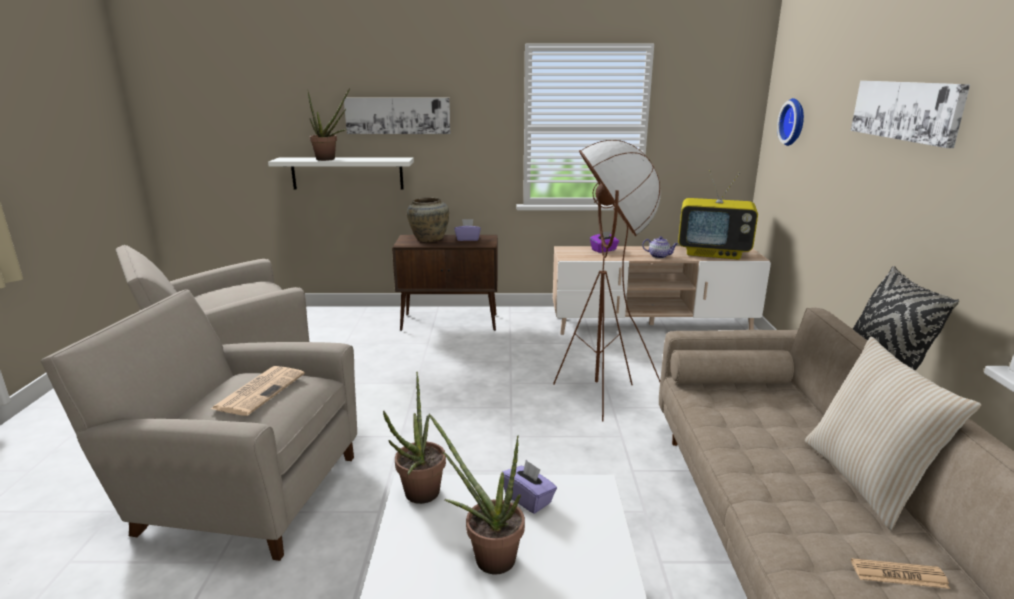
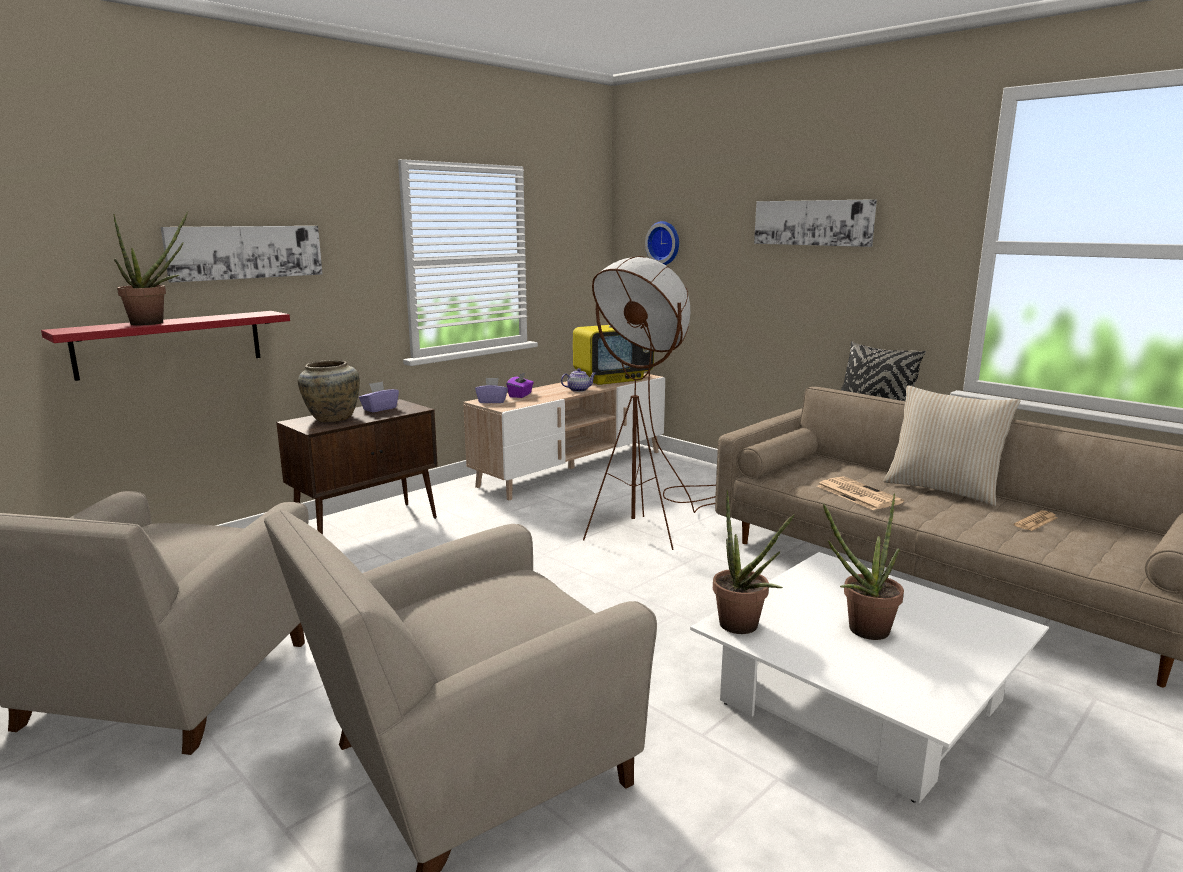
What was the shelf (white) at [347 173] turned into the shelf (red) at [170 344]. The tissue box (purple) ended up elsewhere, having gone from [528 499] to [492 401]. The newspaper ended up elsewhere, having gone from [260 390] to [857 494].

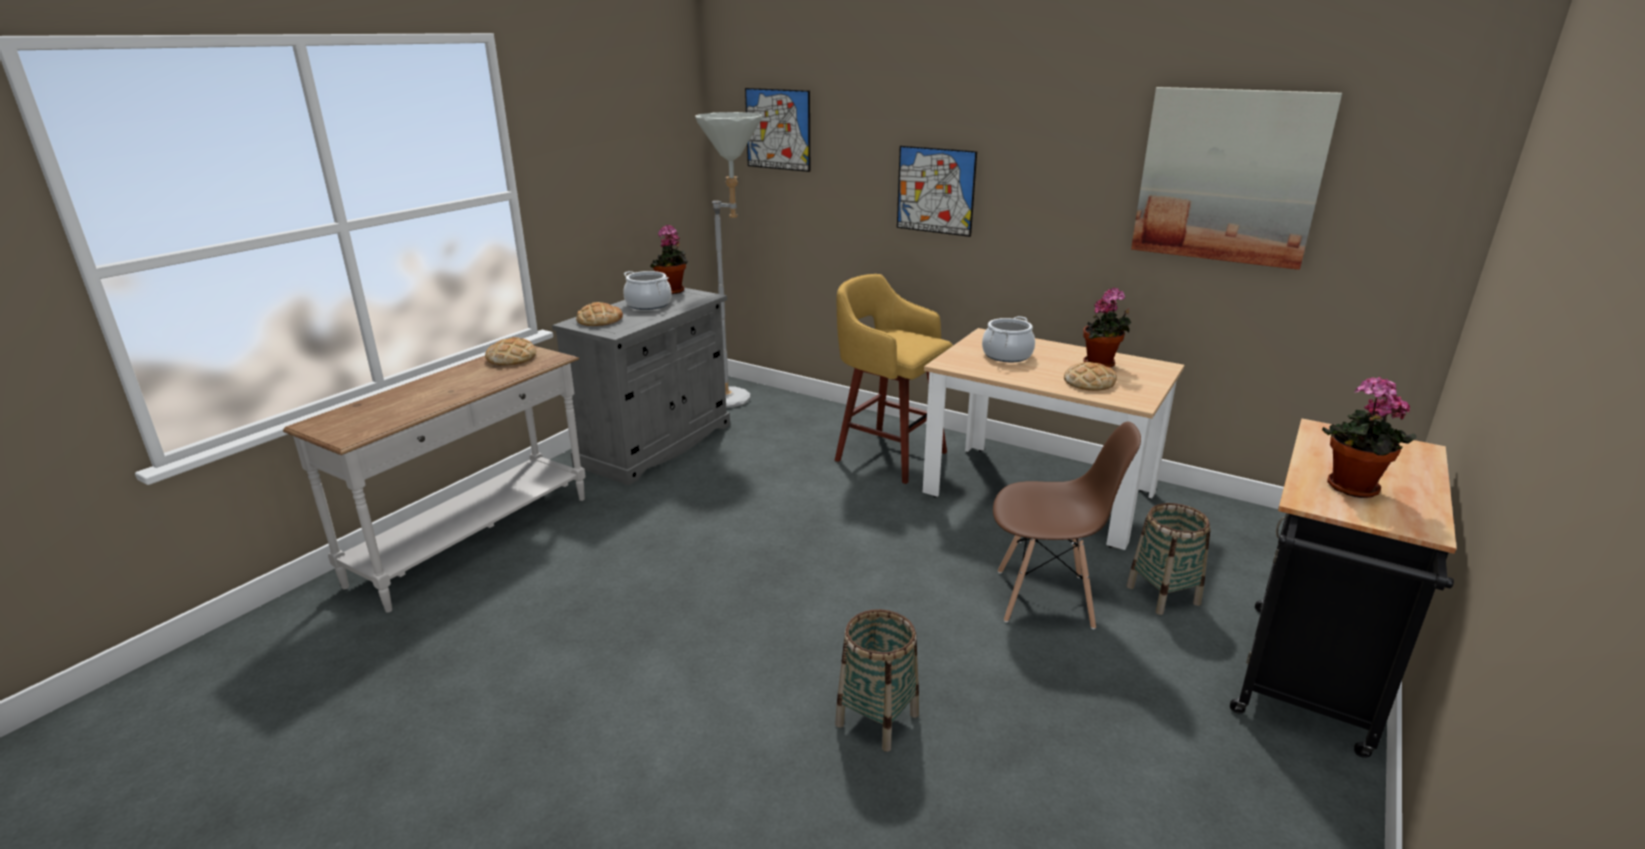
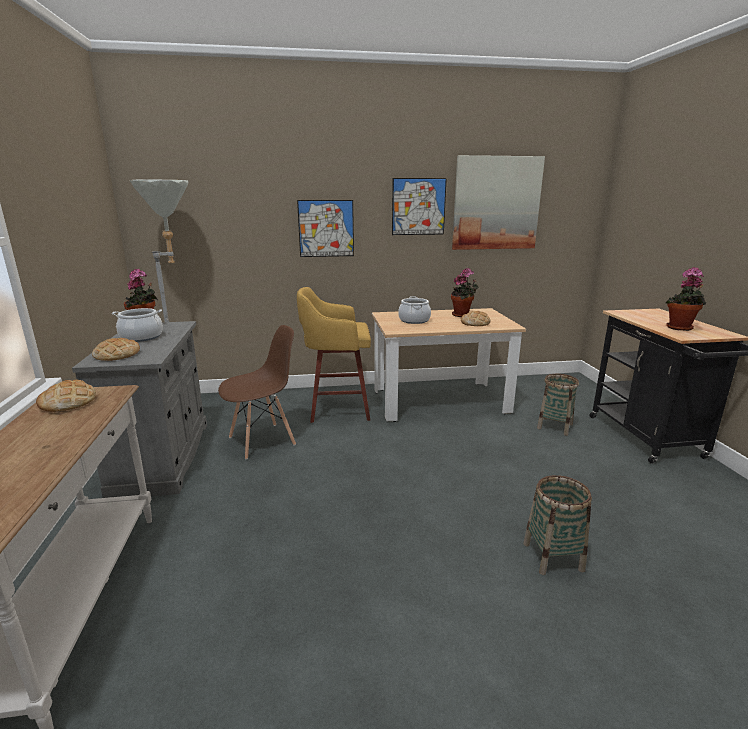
The chair (brown) ended up elsewhere, having gone from [1045 599] to [262 441]. The picture ended up elsewhere, having gone from [778 129] to [418 206].

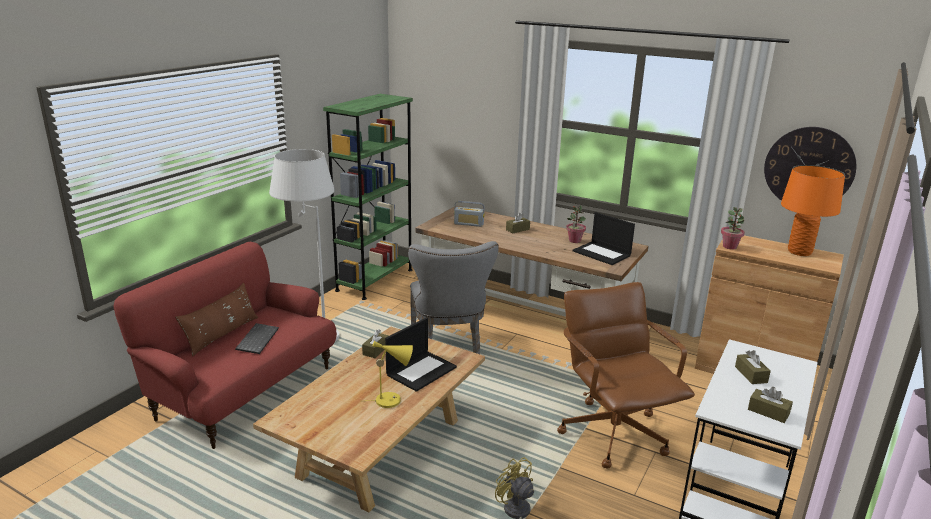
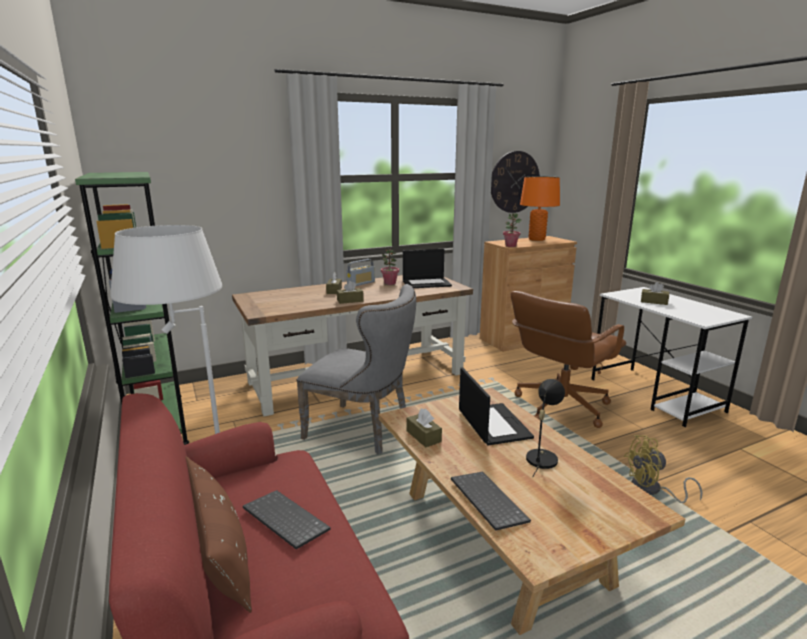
The tissue box (brown) ended up elsewhere, having gone from [768 412] to [350 301]. The radio ended up elsewhere, having gone from [469 224] to [361 283]. The second view gained the keyboard at [486 501]. The office chair (brown) at [613 433] ended up facing another way, 60 degrees counterclockwise from before. What was the table lamp (yellow) at [392 400] turned into the table lamp (black) at [541 457].

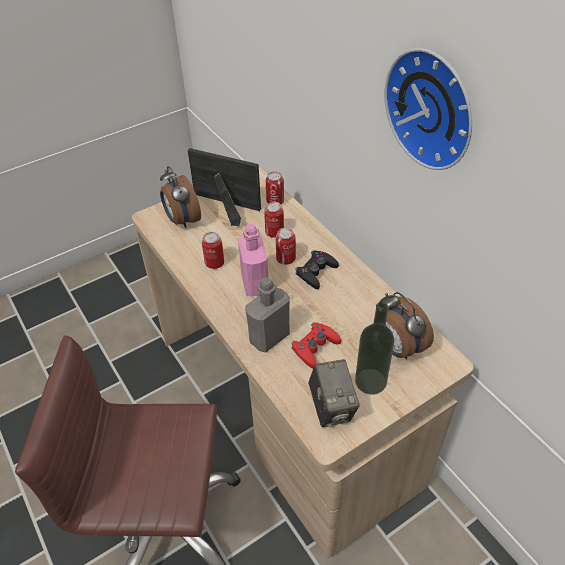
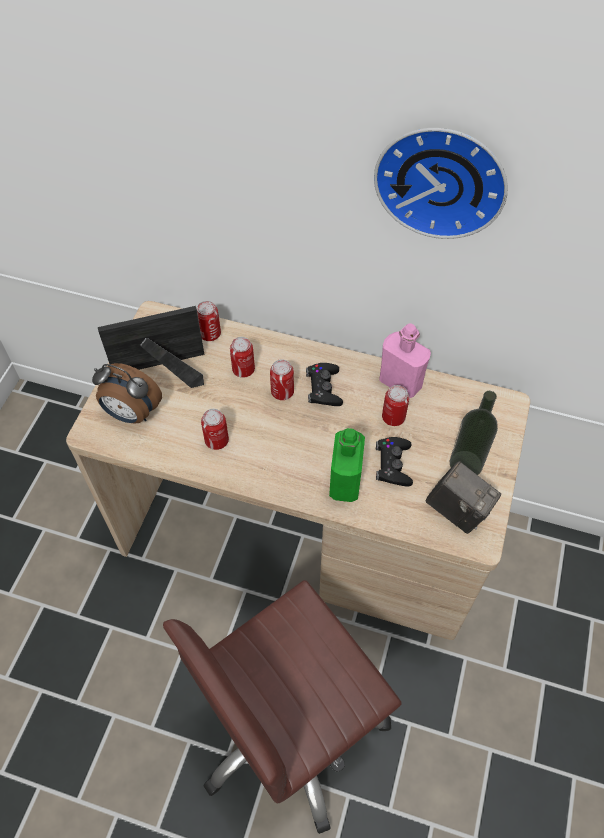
What was the bottle (grey) at [269 337] turned into the bottle (green) at [345 482]. What was the game controller (red) at [315 347] turned into the game controller (black) at [393 464]. The bottle (pink) ended up elsewhere, having gone from [255 284] to [400 383]. The second view gained the can at [393 417]. The second view lost the alarm clock at [396 348].

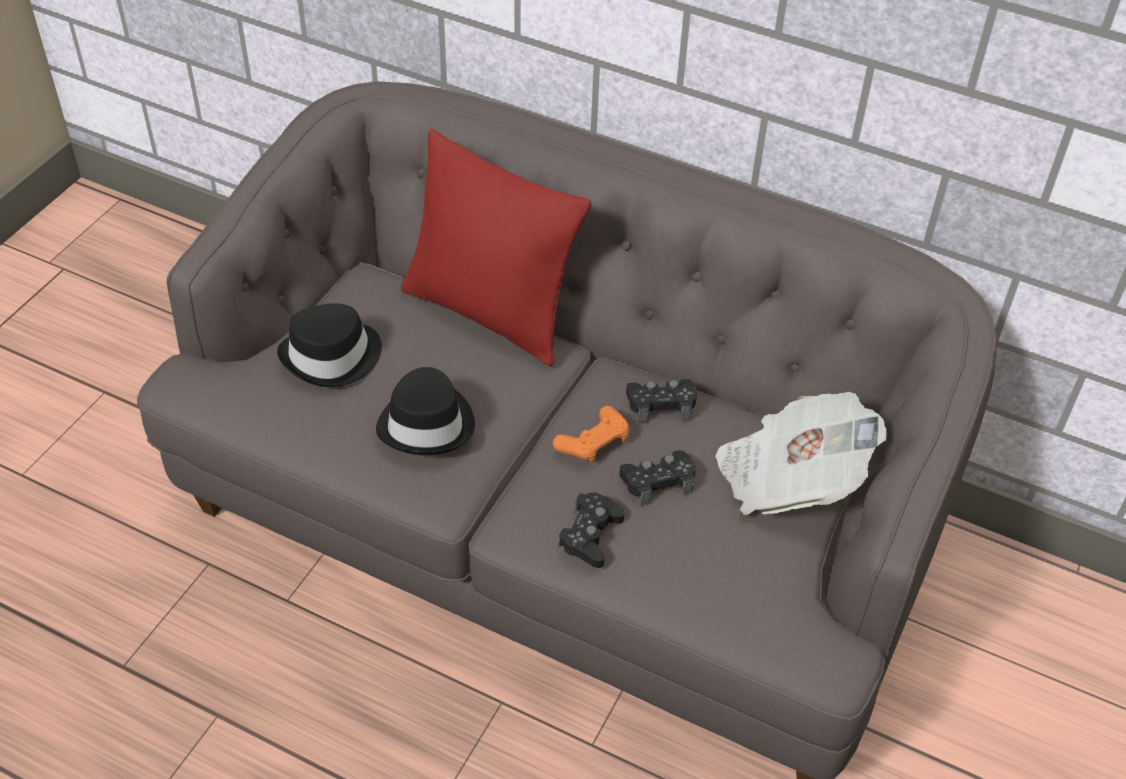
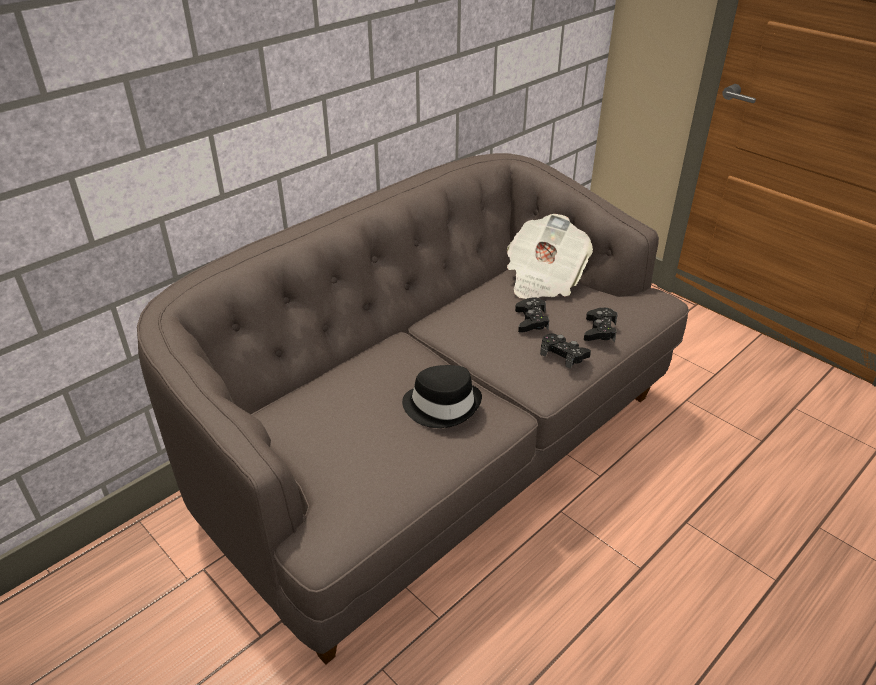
The game controller (black) ended up elsewhere, having gone from [661 404] to [599 330]. The second view lost the hat (black) at [332 357]. The second view lost the pillow (red) at [490 313]. The second view lost the game controller (orange) at [594 443].

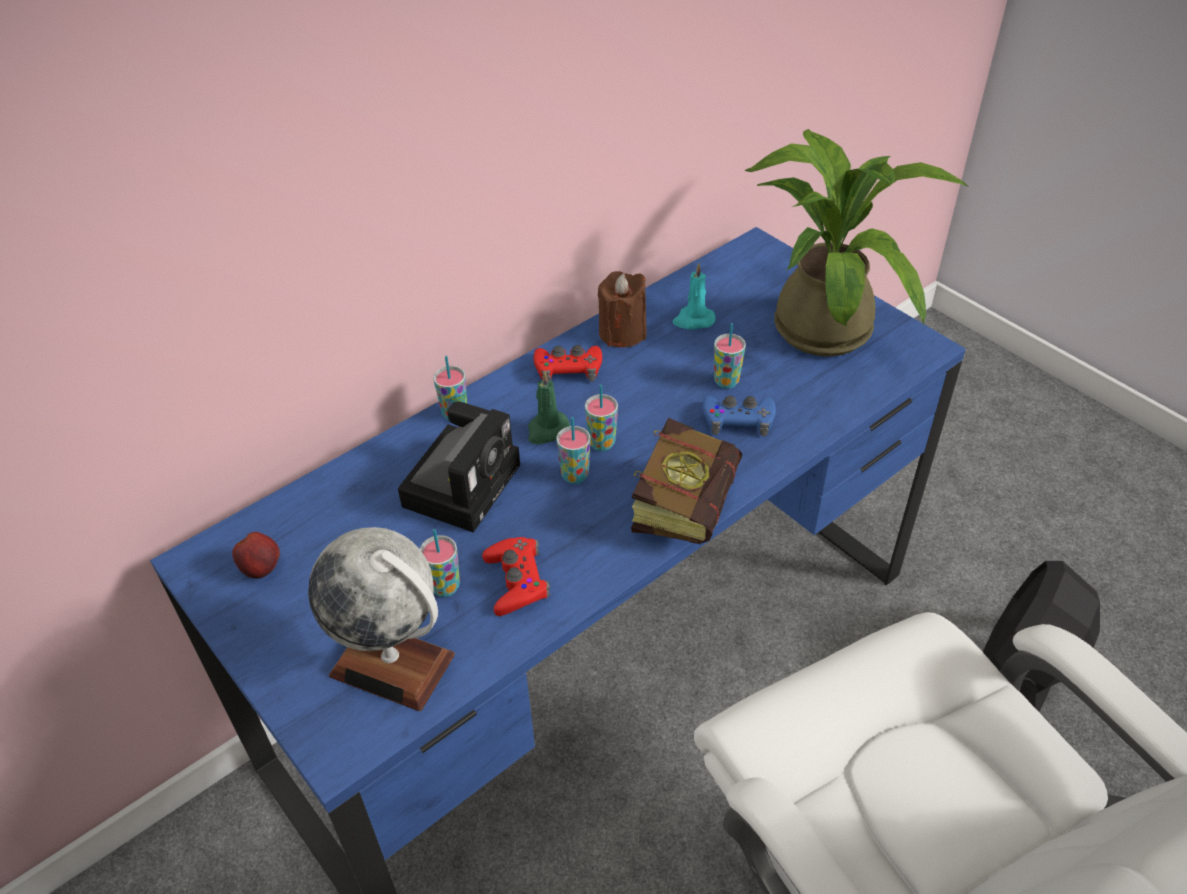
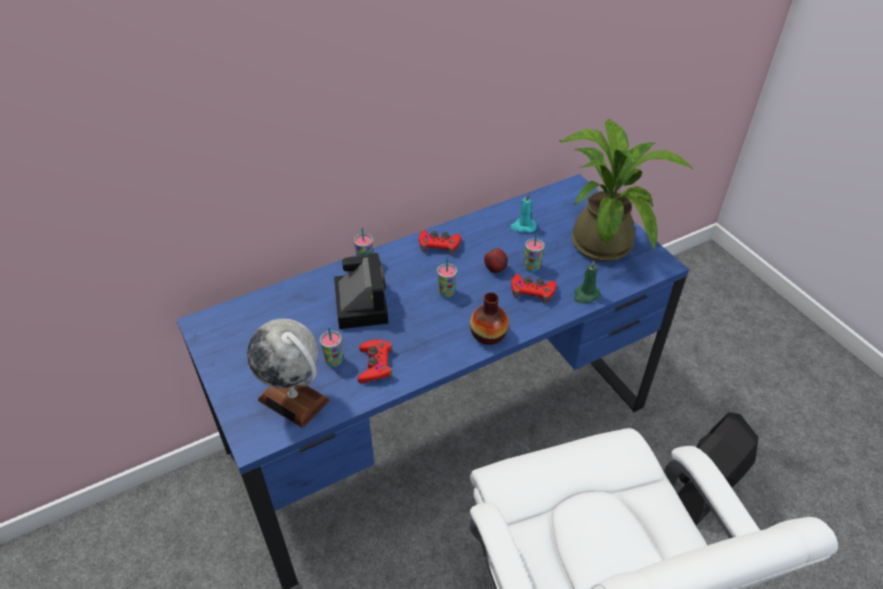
The photo camera at [463 481] ended up facing another way, 45 degrees counterclockwise from before. Where the book stood at [688 500], the vase came to stand at [488 334]. The apple ended up elsewhere, having gone from [262 569] to [496 269]. What was the game controller (blue) at [738 420] turned into the game controller (red) at [532 291]. The candle (green) ended up elsewhere, having gone from [547 430] to [586 295]. The second view lost the cup at [575 476]. The second view lost the candle (brown) at [622 333].

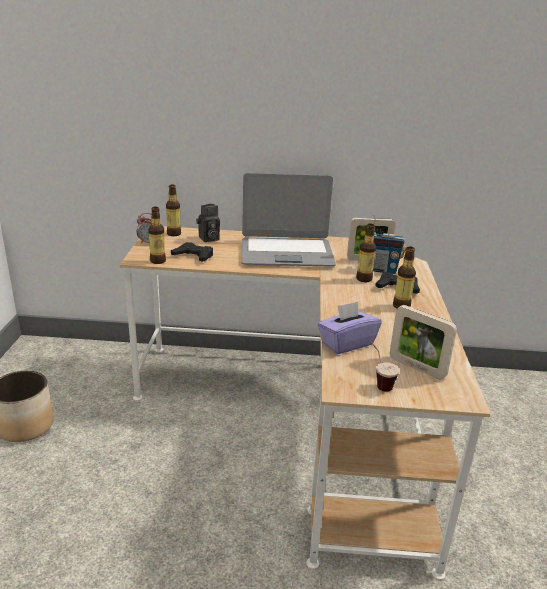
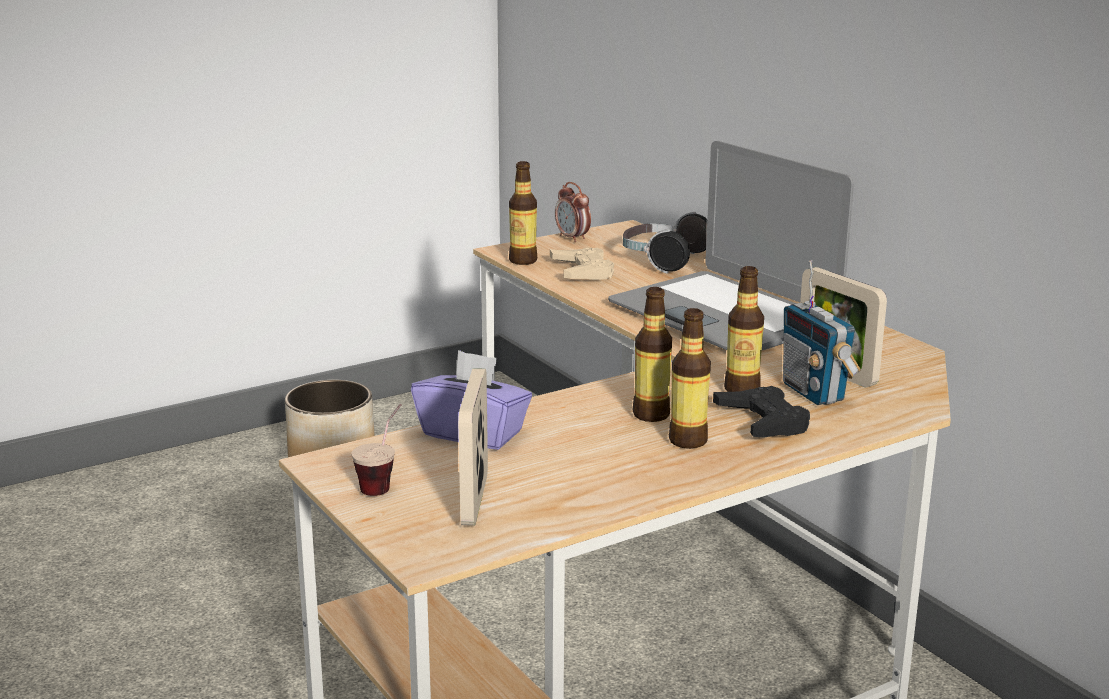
What was the game controller (black) at [193 256] turned into the game controller (beige) at [582 271]. Where the photo camera stood at [208 239], the headphones came to stand at [663 260]. The bottle ended up elsewhere, having gone from [174 234] to [651 415].

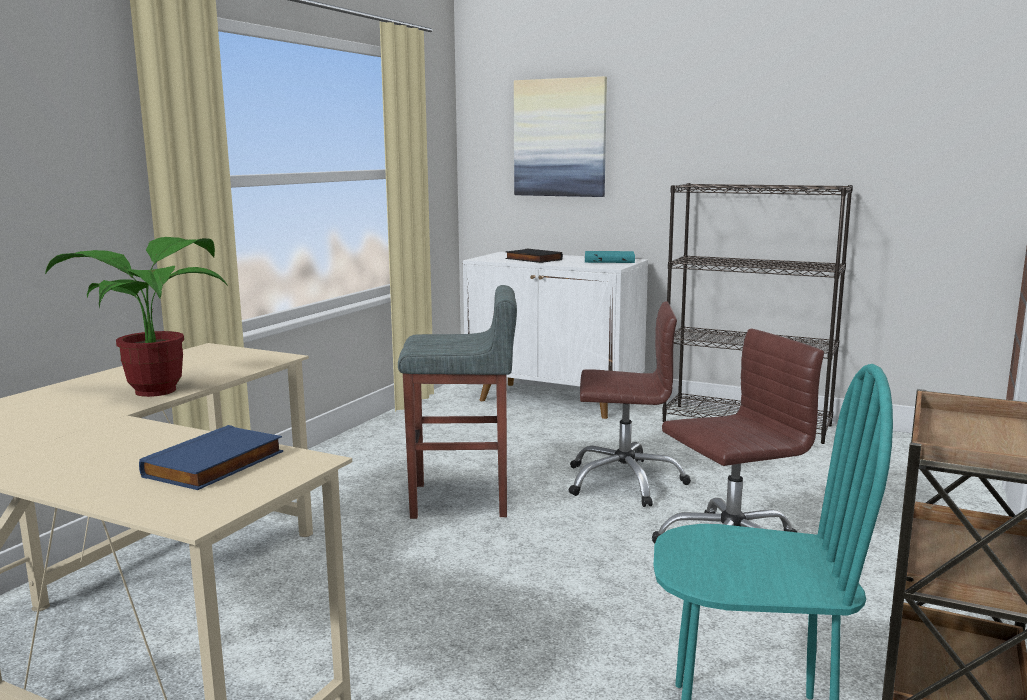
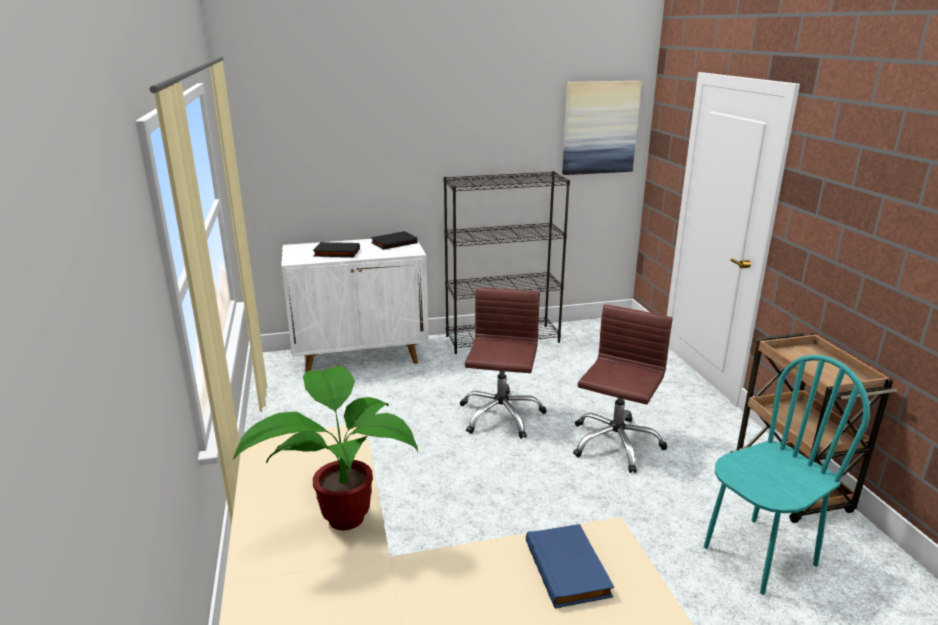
What was the book (turquoise) at [609 260] turned into the book (black) at [394 242]. The office chair (brown) at [624 481] ended up facing another way, 45 degrees counterclockwise from before. The picture ended up elsewhere, having gone from [560 138] to [599 128]. The second view lost the stool (grey) at [462 501].

